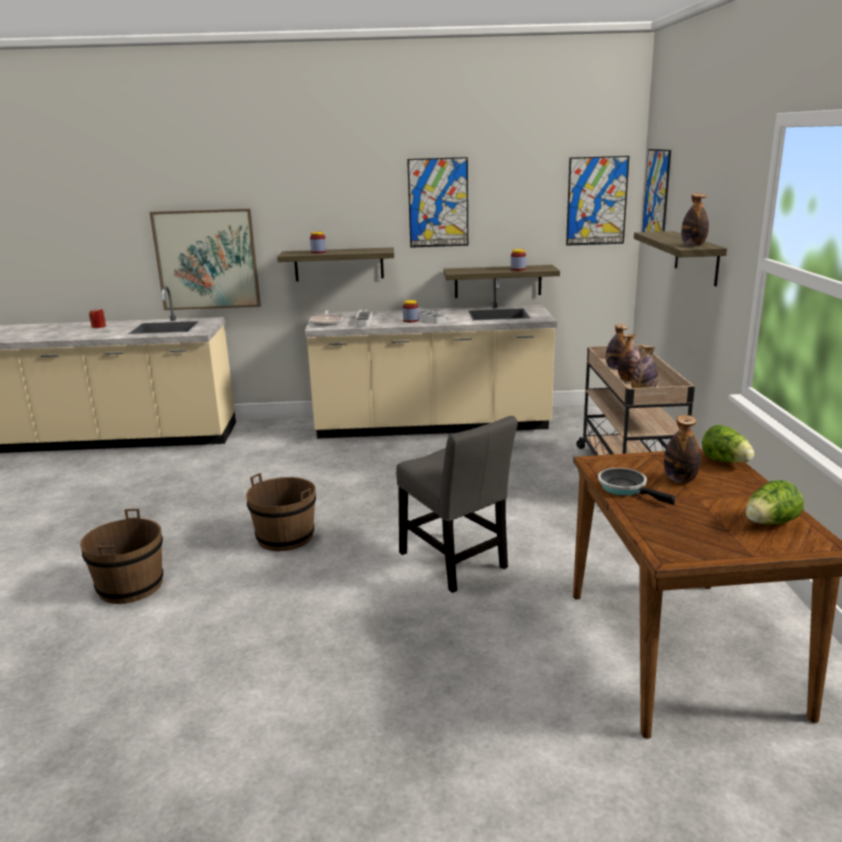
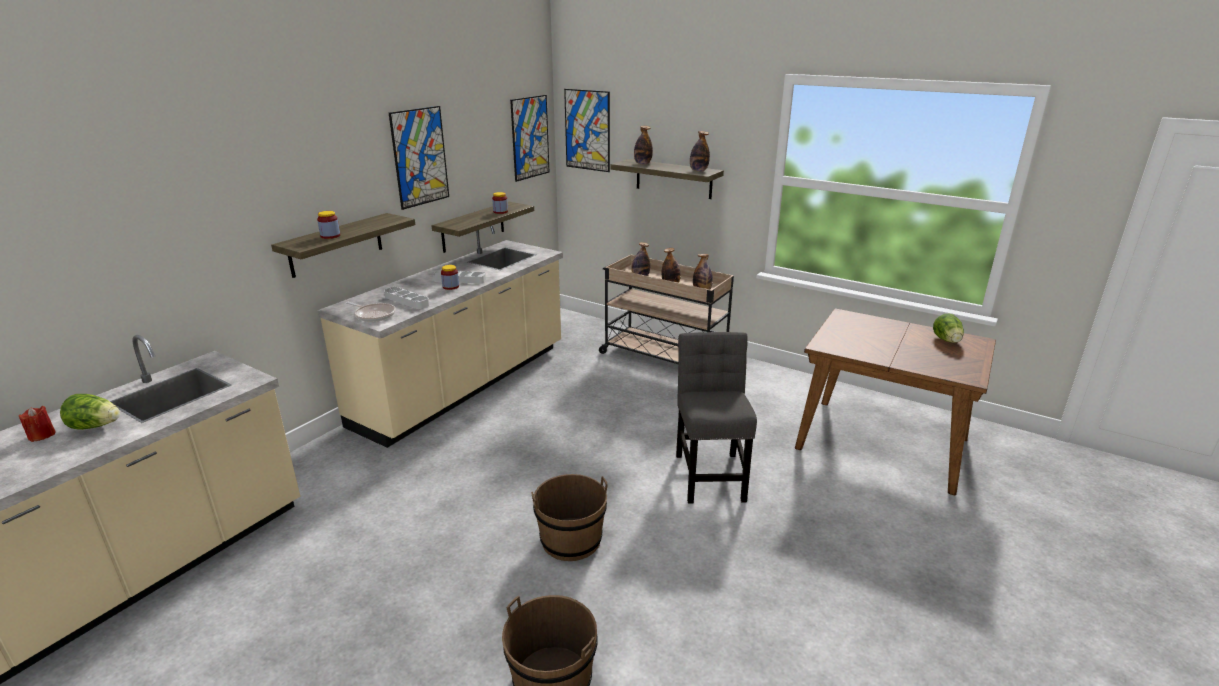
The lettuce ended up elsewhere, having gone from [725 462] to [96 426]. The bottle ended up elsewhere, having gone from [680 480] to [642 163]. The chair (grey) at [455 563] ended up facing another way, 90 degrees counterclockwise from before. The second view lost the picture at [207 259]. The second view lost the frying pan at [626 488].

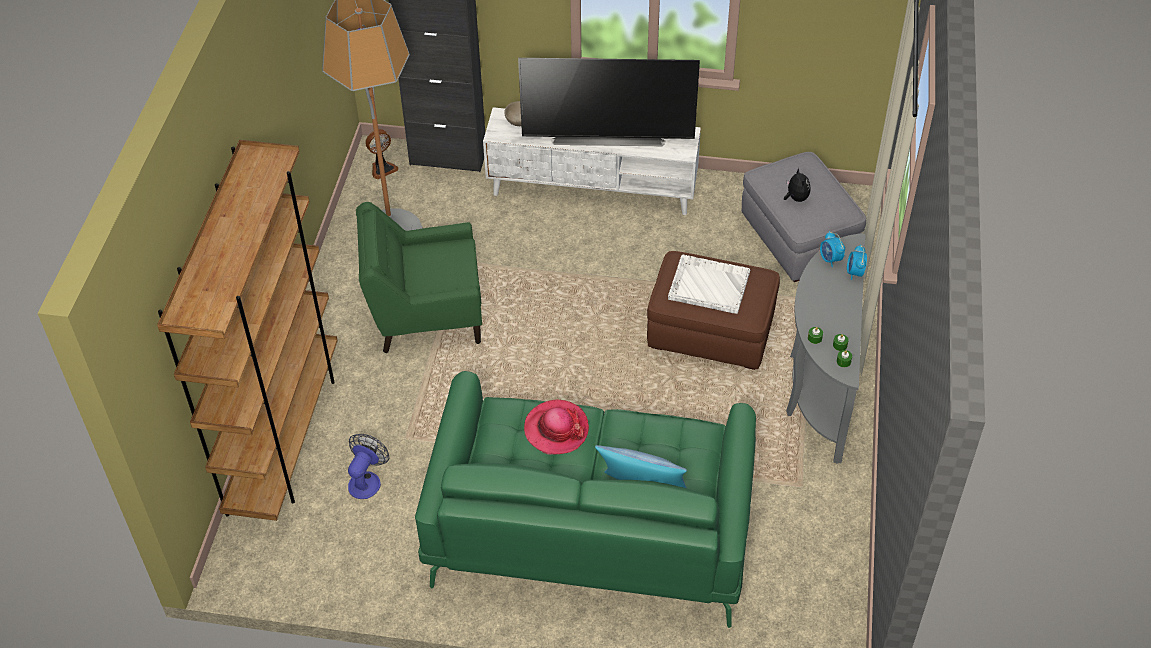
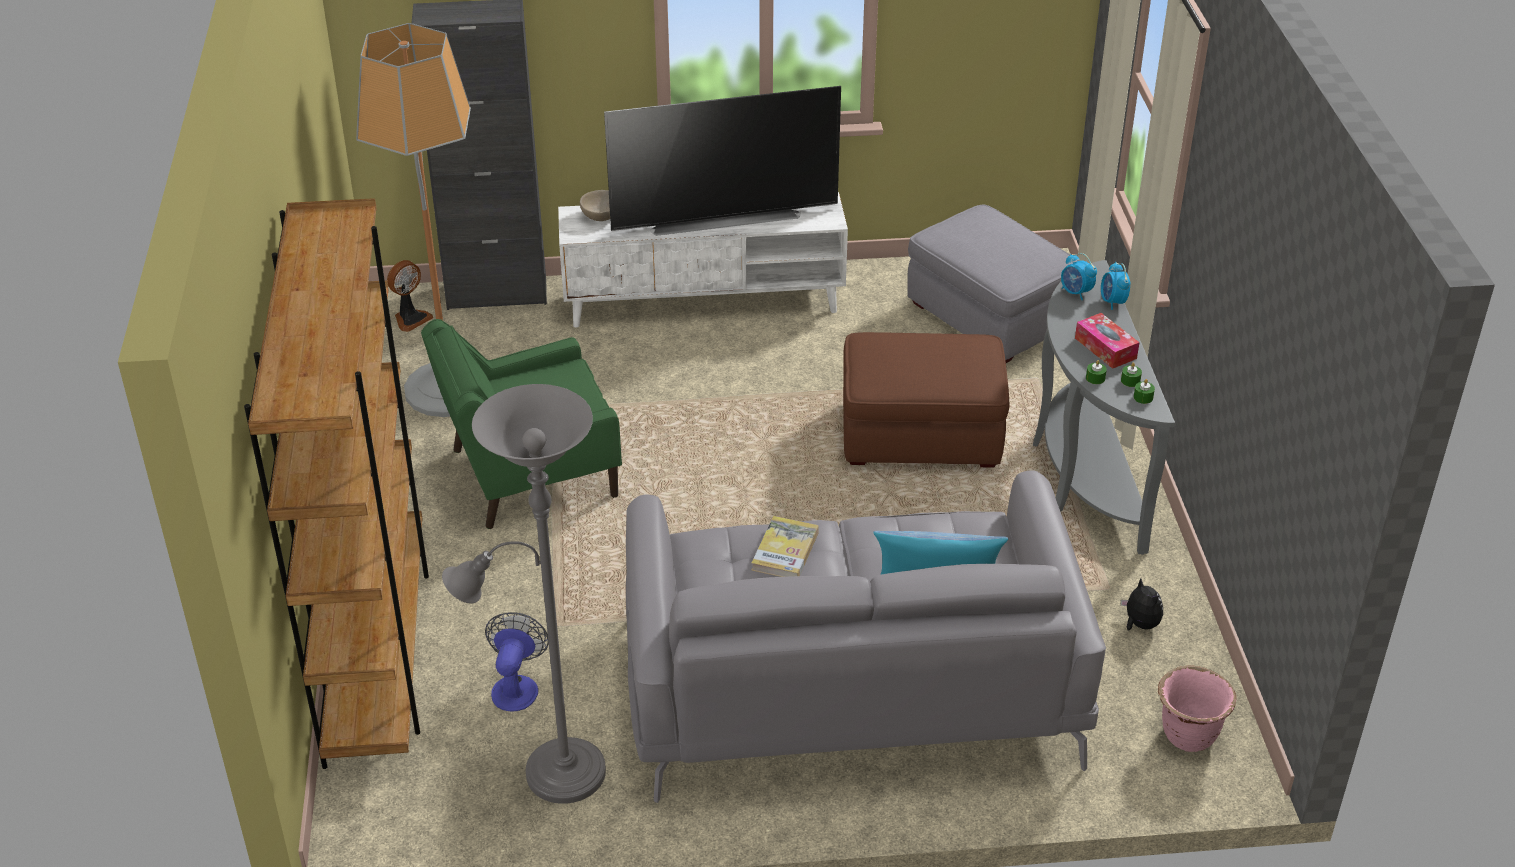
The second view gained the floor lamp (grey) at [554 774]. What was the sofa (green) at [589 526] turned into the sofa (grey) at [849 685]. Where the hat stood at [556 429], the book came to stand at [785 551]. The second view gained the tissue box at [1105 348]. The plush toy ended up elsewhere, having gone from [796 198] to [1139 624]. The second view gained the planter (pink) at [1188 735]. The second view lost the tray (white) at [708 285].

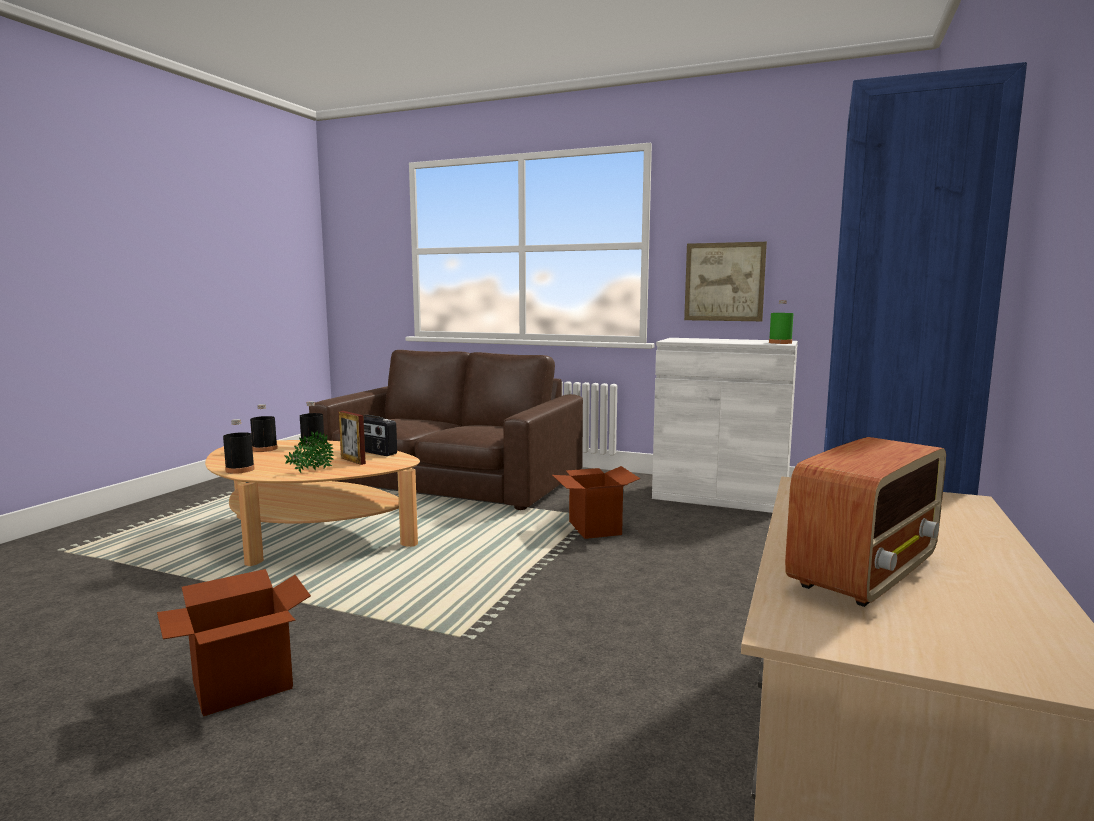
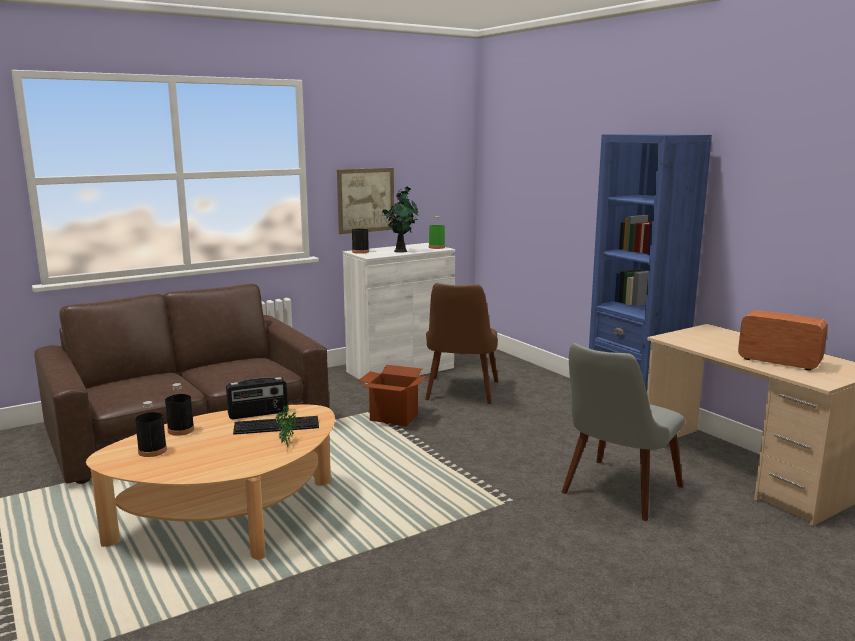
Where the picture frame stood at [353 461], the keyboard came to stand at [277 425]. The bottle (black) ended up elsewhere, having gone from [240 470] to [360 252]. The second view gained the potted plant at [401 251]. The second view gained the chair (brown) at [460 394]. The second view gained the chair (grey) at [615 495]. The radio at [865 571] ended up facing another way, 45 degrees counterclockwise from before. The second view lost the cardboard box at [242 686].

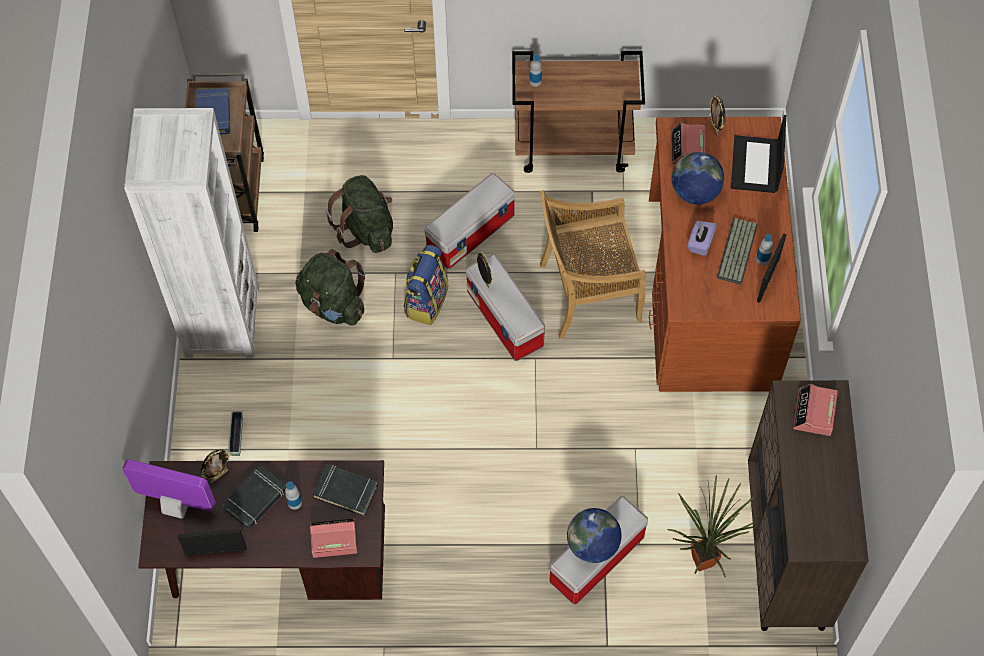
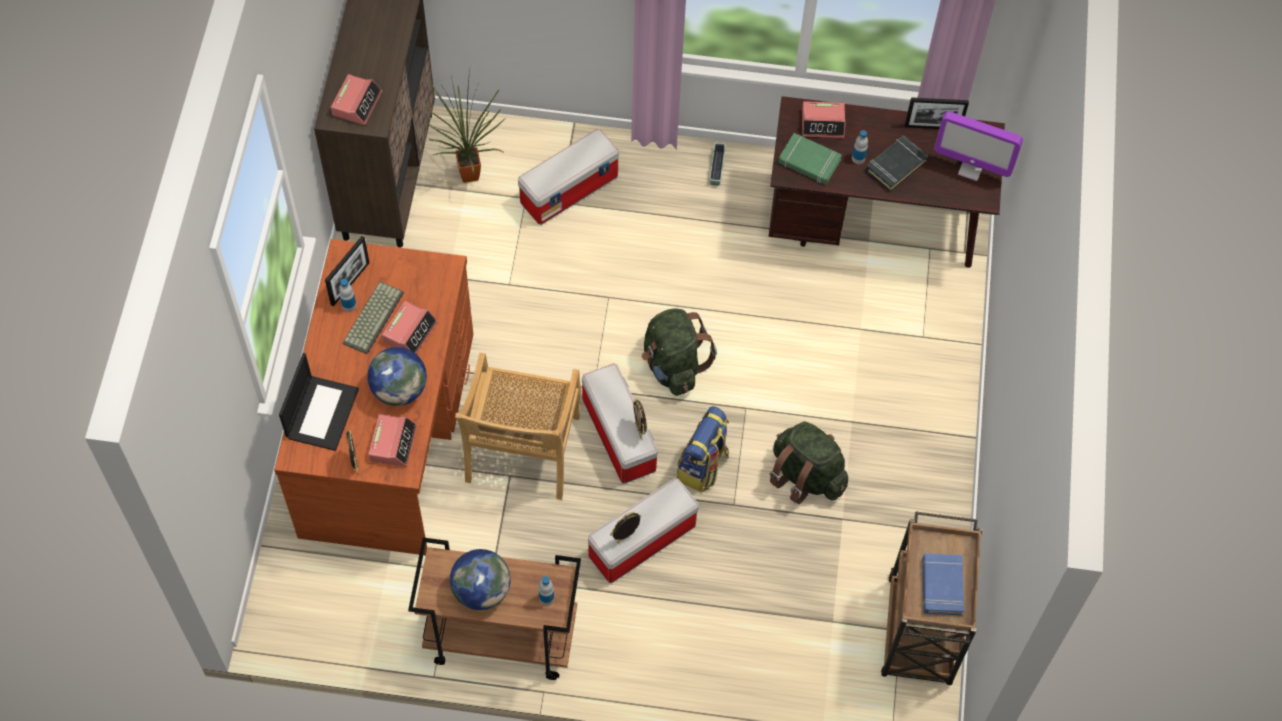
Where the tissue box (purple) stood at [700 243], the alarm clock came to stand at [410 331]. The globe ended up elsewhere, having gone from [592 545] to [481 590]. The chair (beige) at [588 293] ended up facing another way, 105 degrees clockwise from before. The picture frame ended up elsewhere, having gone from [219 476] to [626 538]. The backpack (green) ended up elsewhere, having gone from [366 229] to [673 365]. The planter ended up elsewhere, having gone from [237 436] to [717 168]. What was the book (black) at [346 491] turned into the book (green) at [809 162]. The second view lost the bookcase (white) at [222 321].

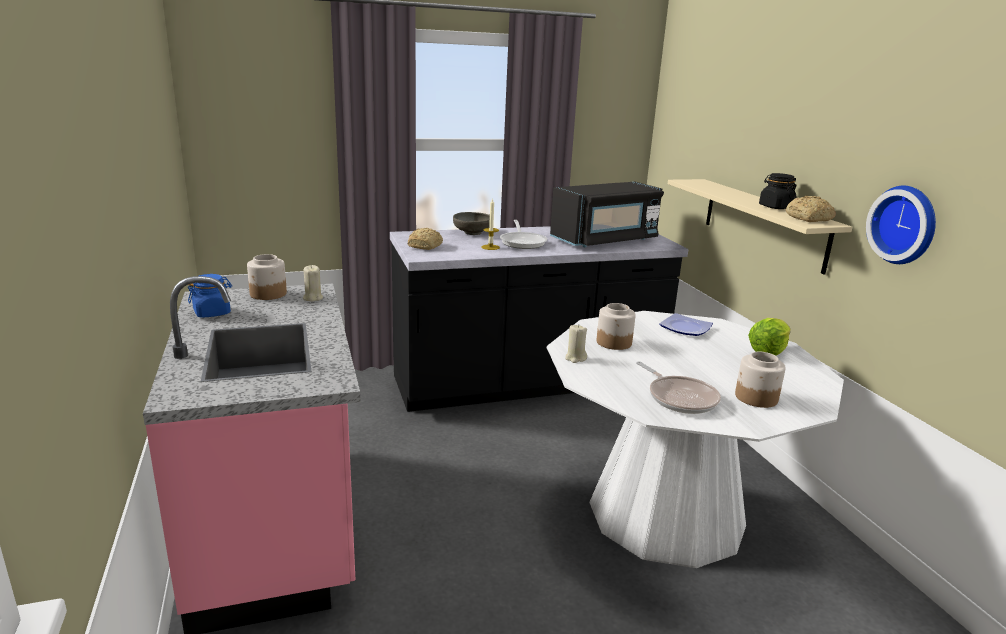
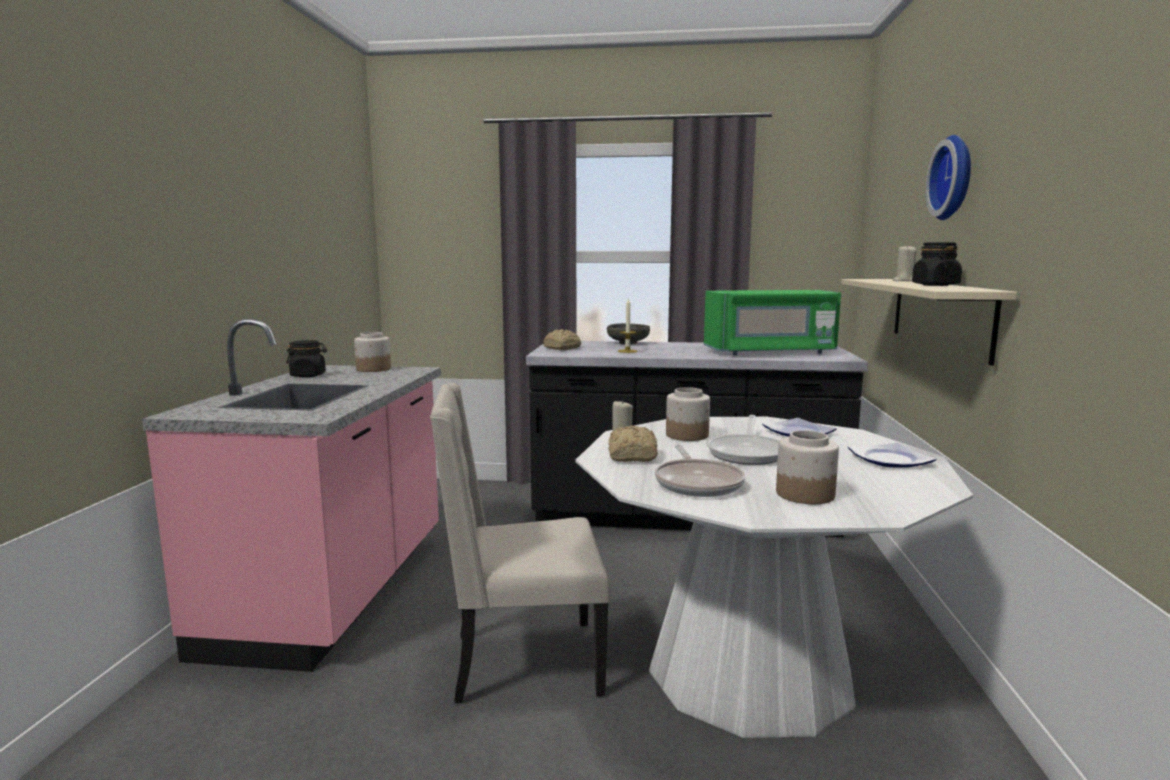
What was the jar (blue) at [212 313] turned into the jar (black) at [308 375]. The second view gained the chair (beige) at [522 662]. The bread ended up elsewhere, having gone from [808 219] to [632 457]. What was the microwave (black) at [605 240] turned into the microwave (green) at [770 352]. The frying pan ended up elsewhere, having gone from [523 242] to [748 452]. Where the lettuce stood at [768 351], the plate came to stand at [888 460]. The candle (beige) ended up elsewhere, having gone from [312 298] to [903 281]. The wall clock ended up elsewhere, having gone from [905 225] to [955 178].

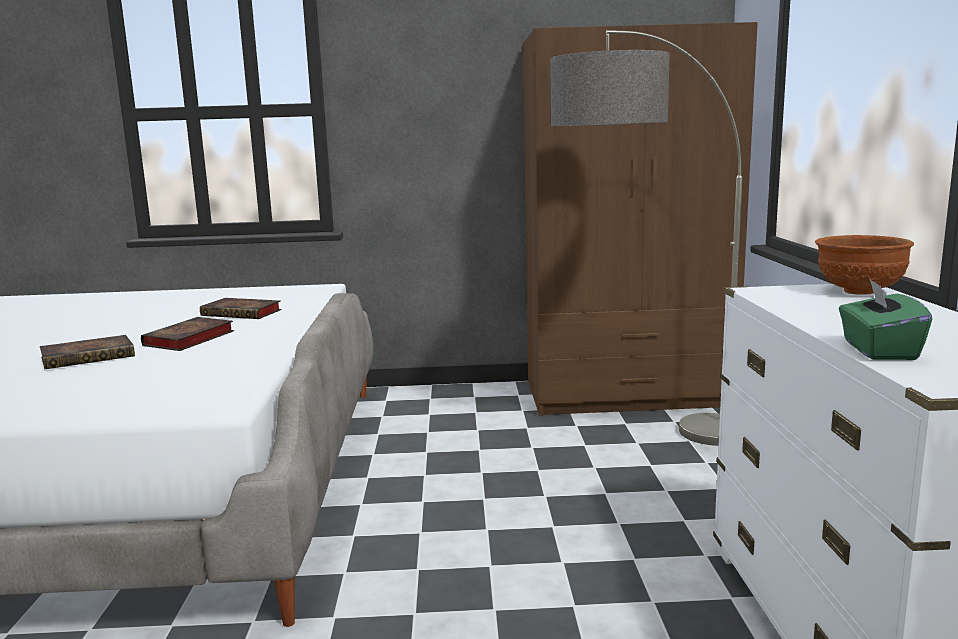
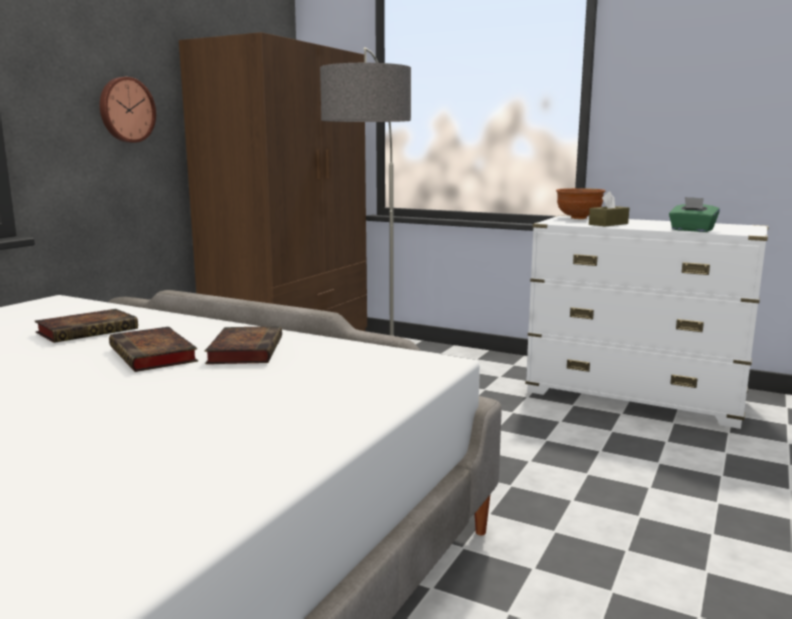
The second view gained the wall clock at [126 110]. The book ended up elsewhere, having gone from [90 357] to [245 350]. The second view gained the tissue box (brown) at [608 224].

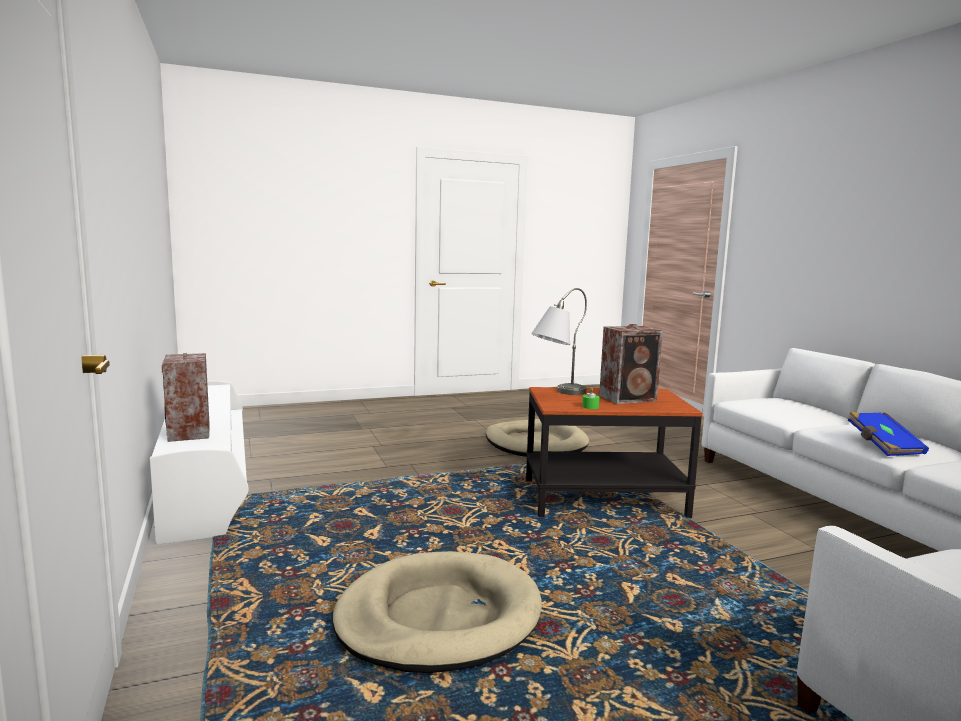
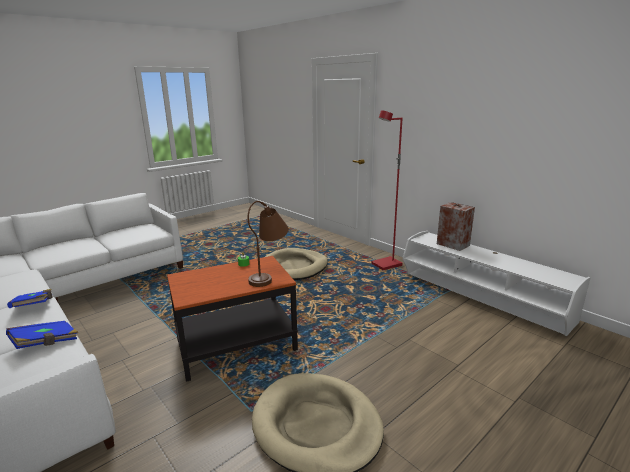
The second view gained the book (blue) at [46 343]. What was the table lamp (grey) at [557 394] turned into the table lamp (brown) at [270 275]. The second view gained the floor lamp (red) at [386 265]. The second view lost the speaker at [629 398].

